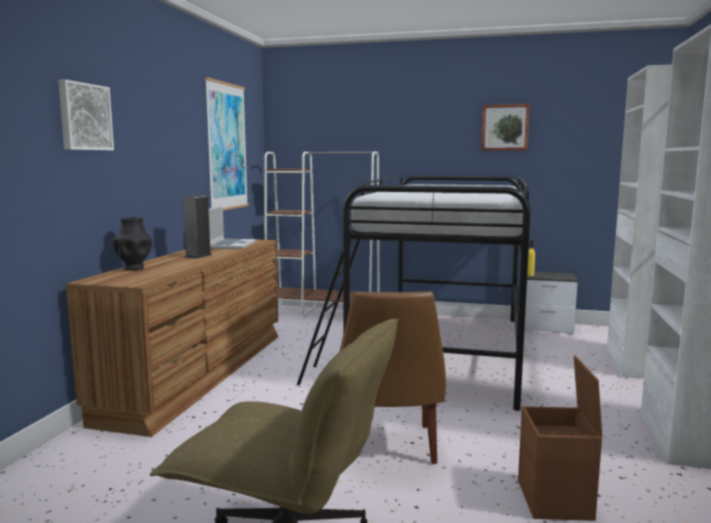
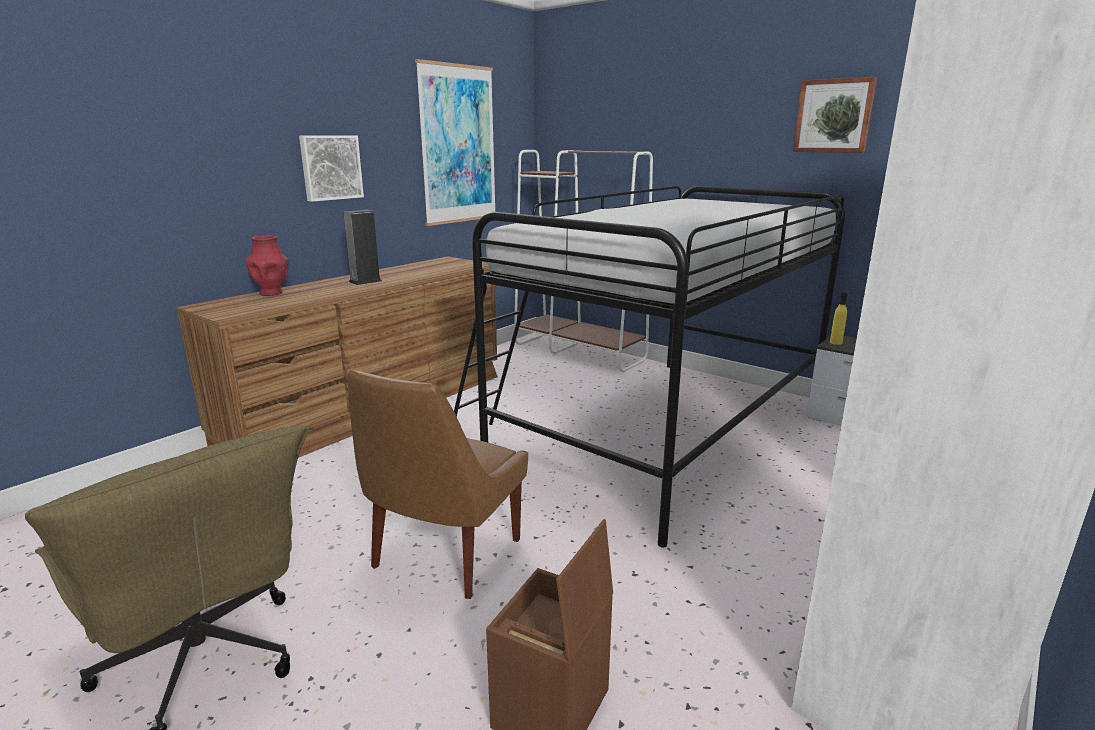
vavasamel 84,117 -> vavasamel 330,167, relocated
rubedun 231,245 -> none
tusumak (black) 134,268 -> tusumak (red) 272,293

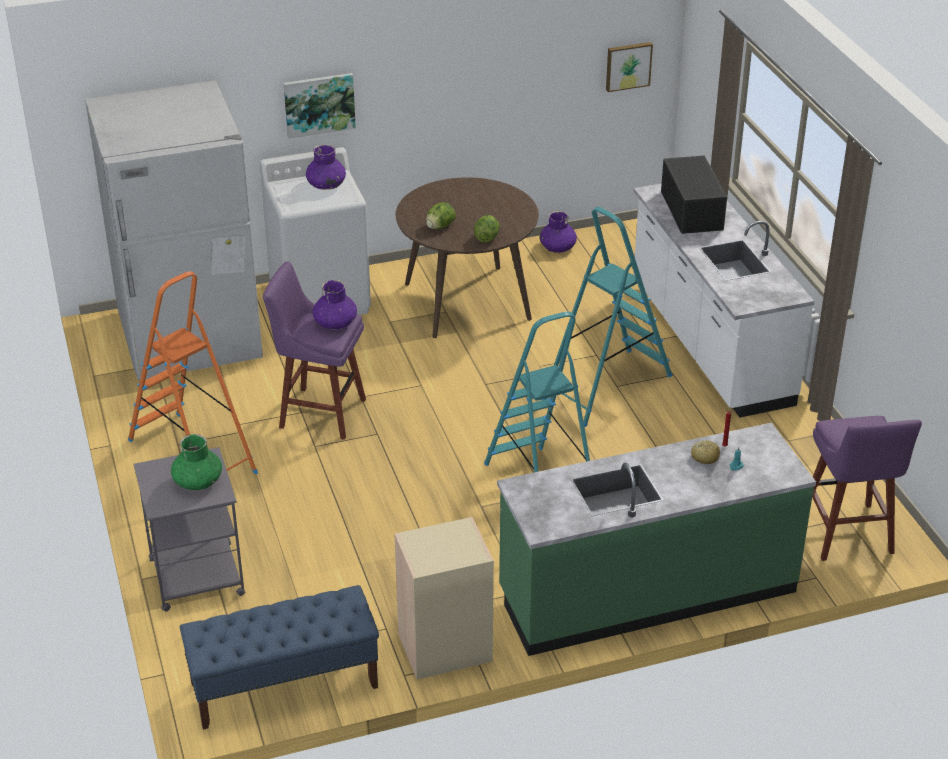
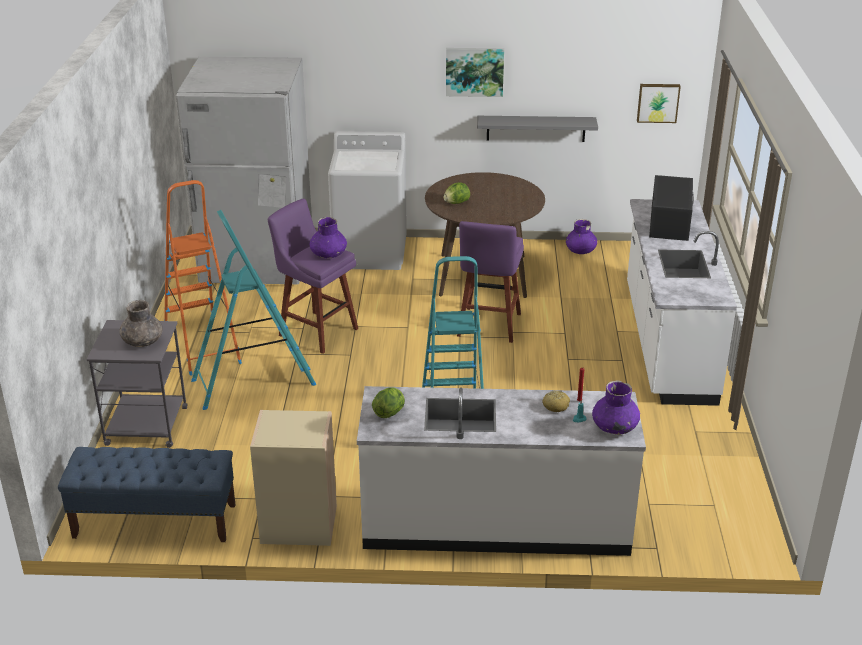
vavasamel 319,104 -> vavasamel 474,71, relocated
tusumak (purple) 326,185 -> tusumak (purple) 614,427, relocated
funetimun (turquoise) 608,387 -> funetimun (turquoise) 254,382, relocated
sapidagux 487,238 -> sapidagux 389,413, relocated
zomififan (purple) 846,534 -> zomififan (purple) 488,326, relocated
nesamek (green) 647,592 -> nesamek (white) 495,523
tusumak (green) 198,482 -> tusumak (grey) 142,341
none -> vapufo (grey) 536,128

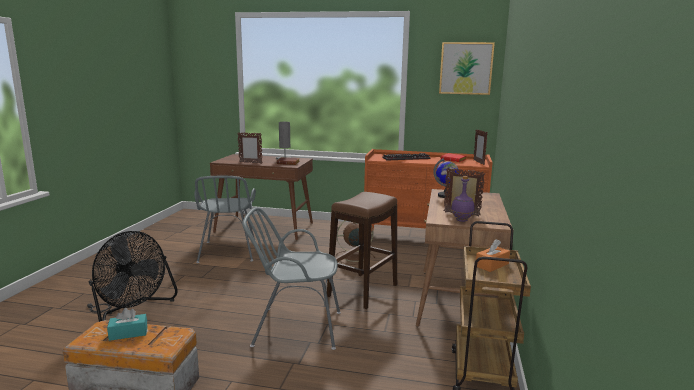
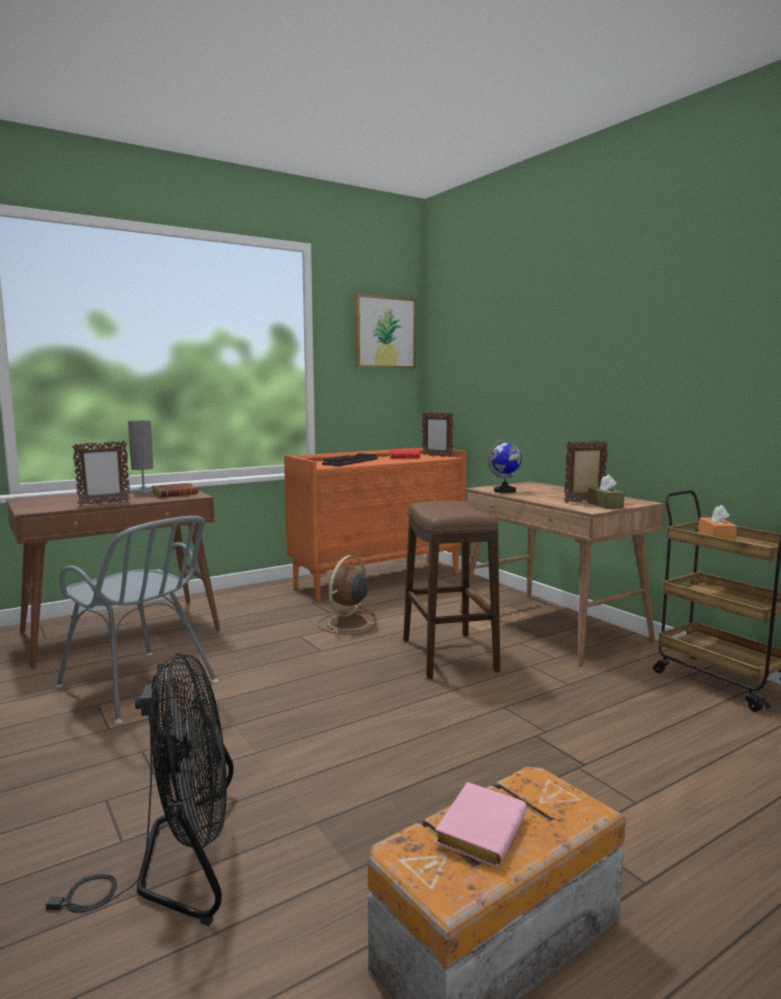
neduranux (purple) 461,220 -> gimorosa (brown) 605,505
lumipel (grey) 293,327 -> none
gimorosa (turquoise) 128,333 -> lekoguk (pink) 479,829

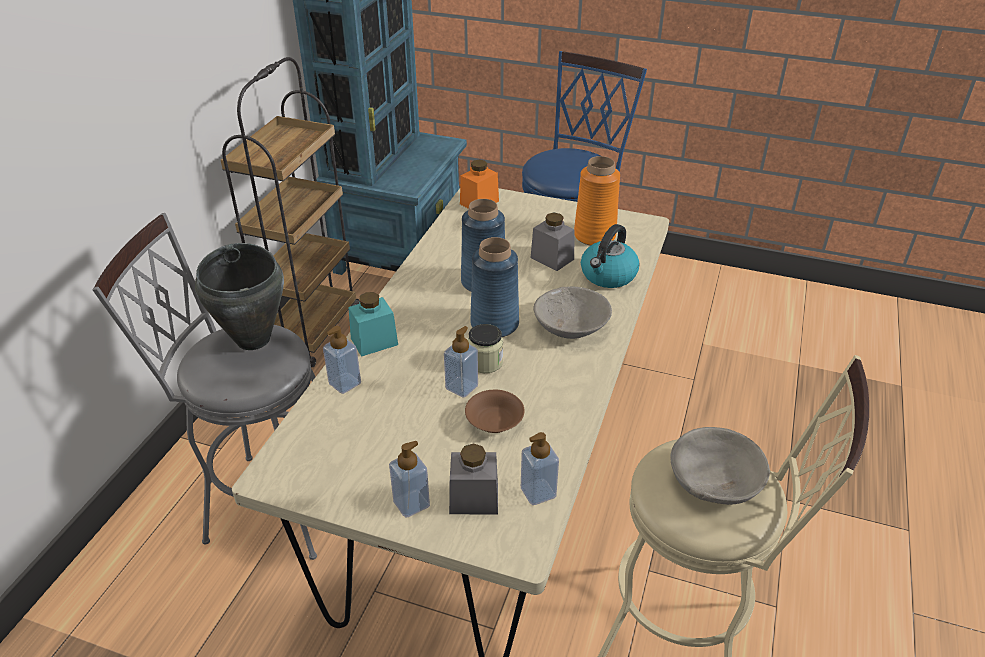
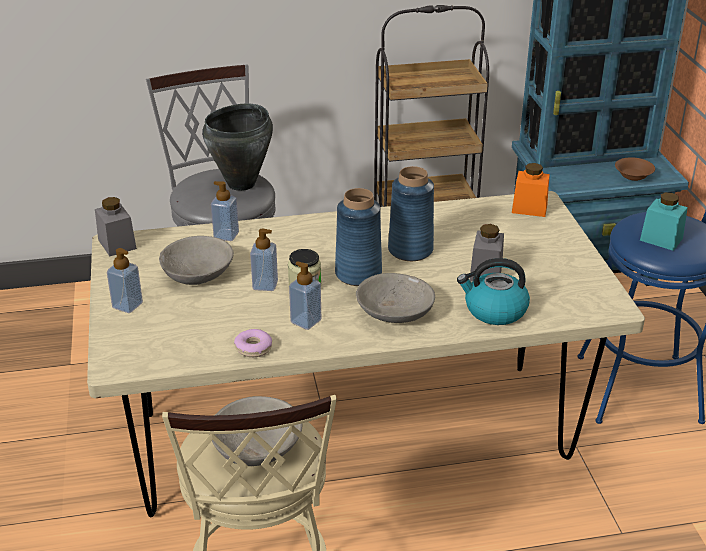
tusumak (orange) 594,235 -> none
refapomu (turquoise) 374,341 -> refapomu (turquoise) 661,239, relocated
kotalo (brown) 495,421 -> kotalo (brown) 633,176, relocated
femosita 538,492 -> femosita 306,321, relocated
refapomu (grey) 474,499 -> refapomu (grey) 117,244, relocated
none -> kotalo (grey) 198,273
none -> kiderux 253,348

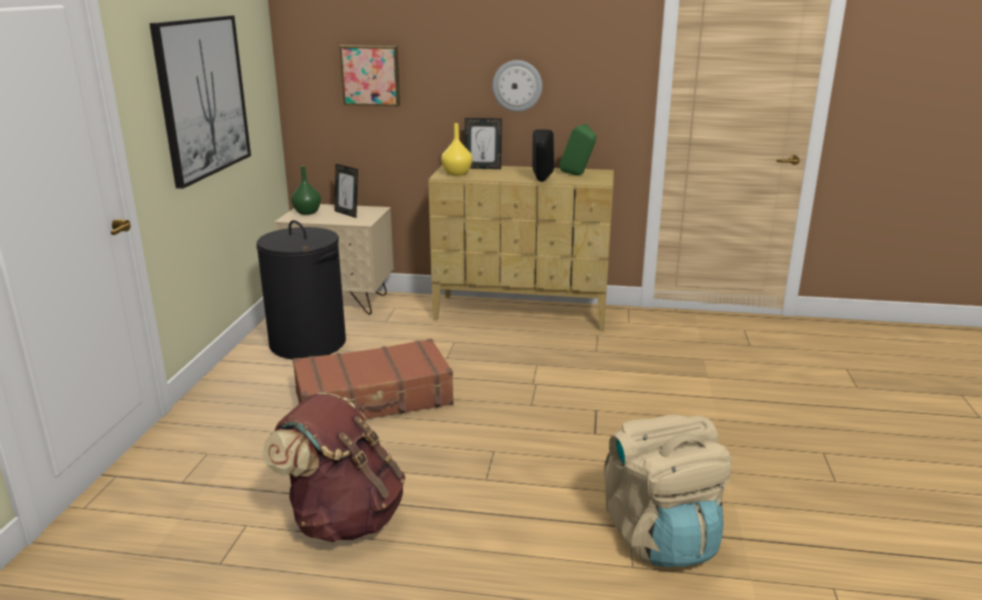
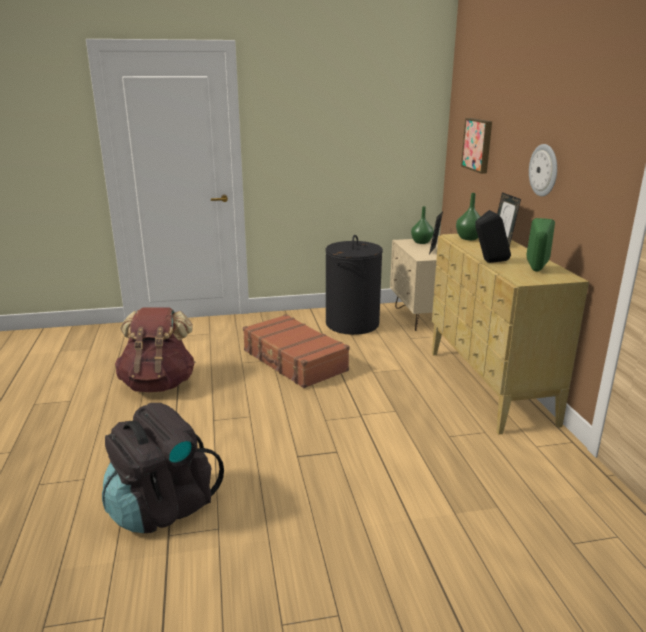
vavasamel 203,97 -> none
tusumak (yellow) 456,173 -> tusumak (green) 469,238
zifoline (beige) 660,536 -> zifoline (black) 163,507

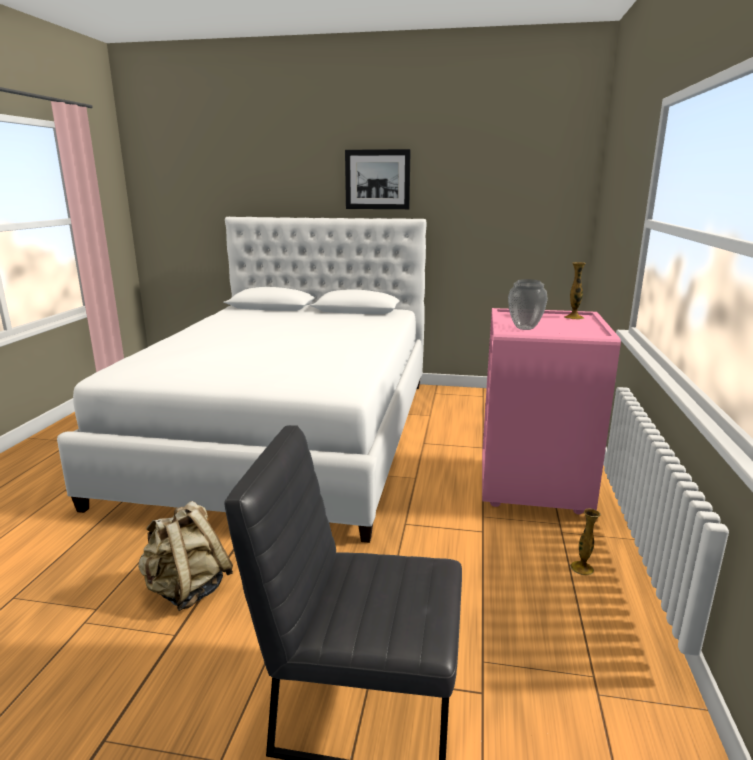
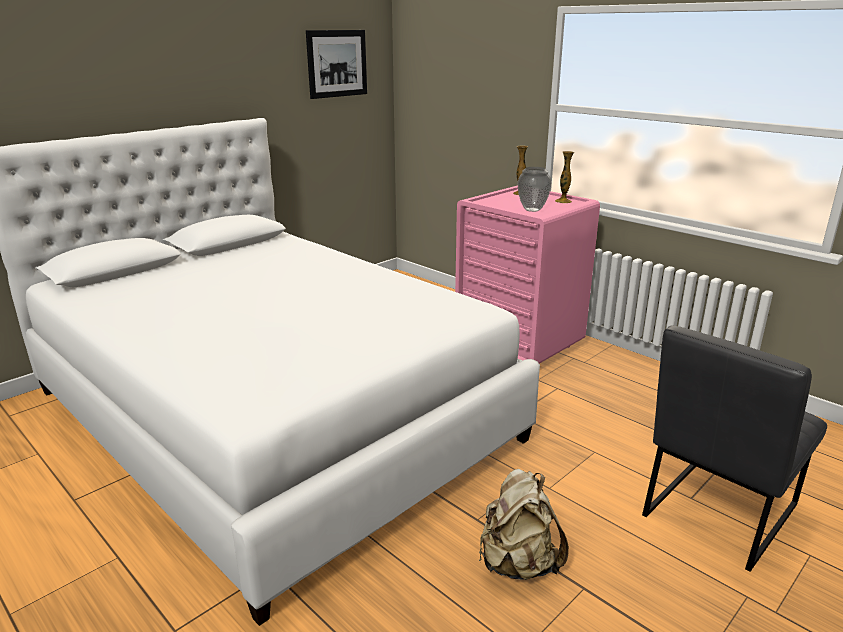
vavasamel 377,179 -> vavasamel 337,63, relocated
tusumak 582,568 -> tusumak 563,201, relocated

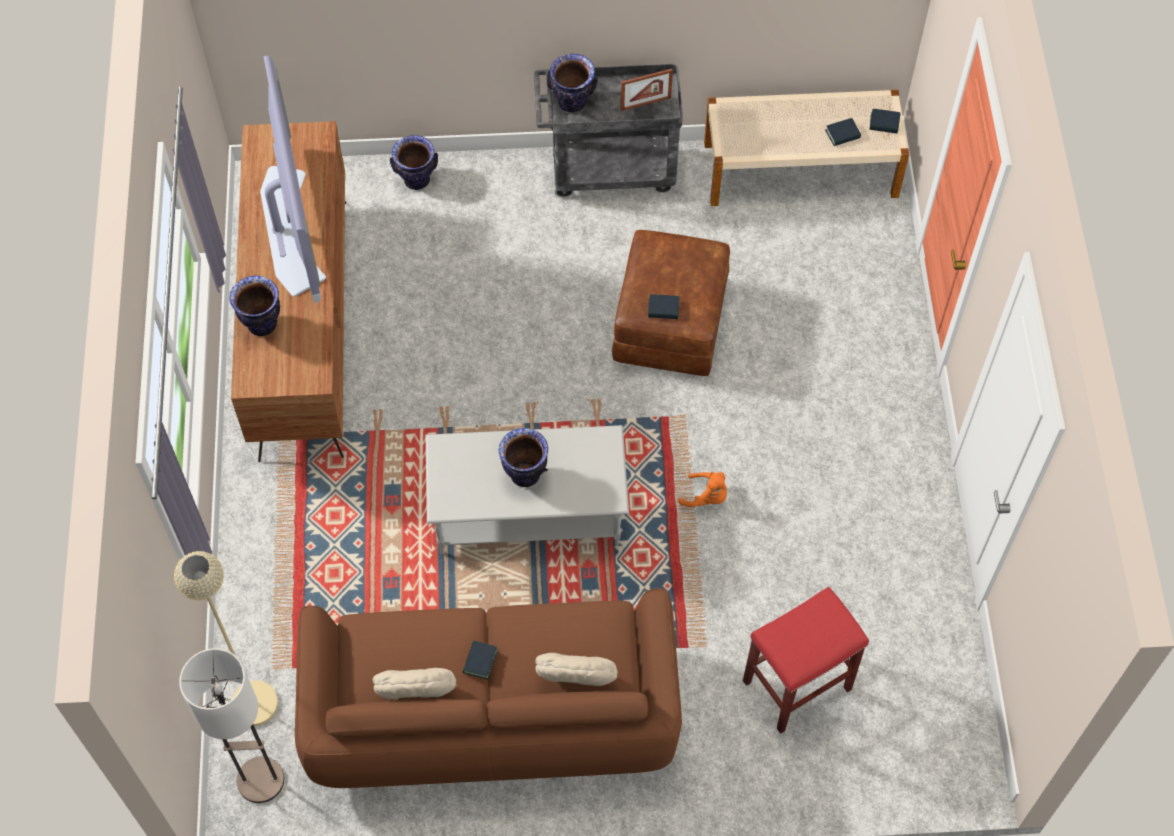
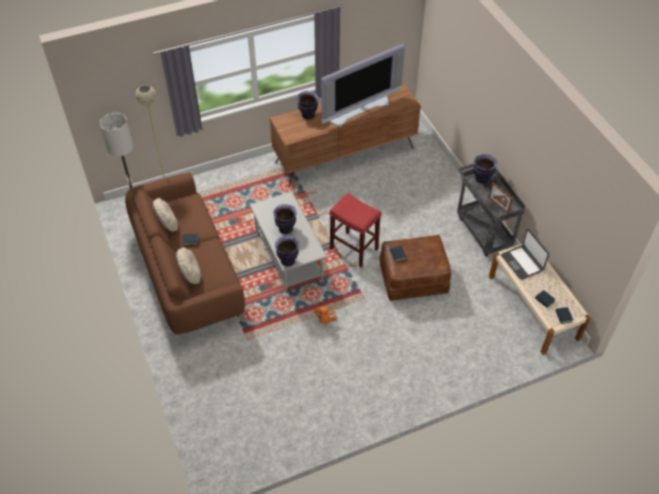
tusumak 417,180 -> tusumak 288,261, relocated
zomififan (red) 797,684 -> zomififan (red) 354,249, relocated
none -> rubedun 522,263

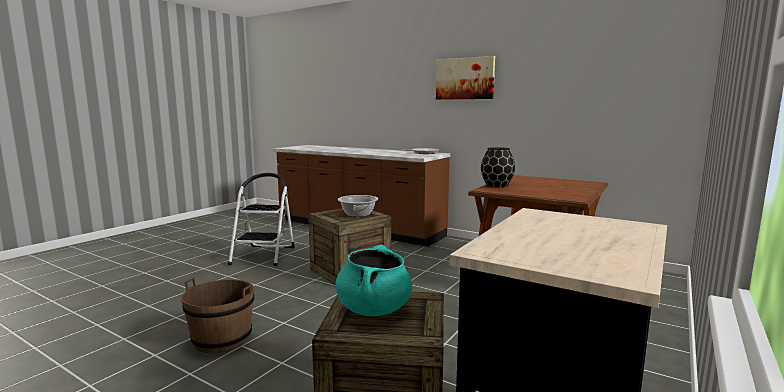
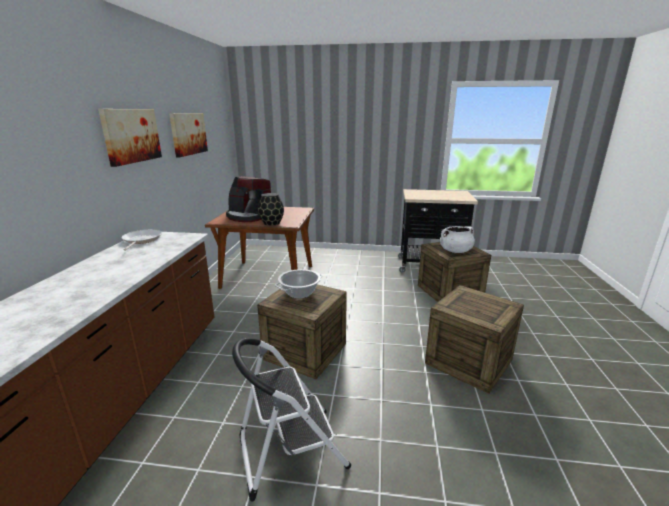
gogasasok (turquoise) 374,309 -> gogasasok (white) 455,251
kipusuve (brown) 222,339 -> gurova 468,361
none -> vavasamel 188,134
none -> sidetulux 248,216

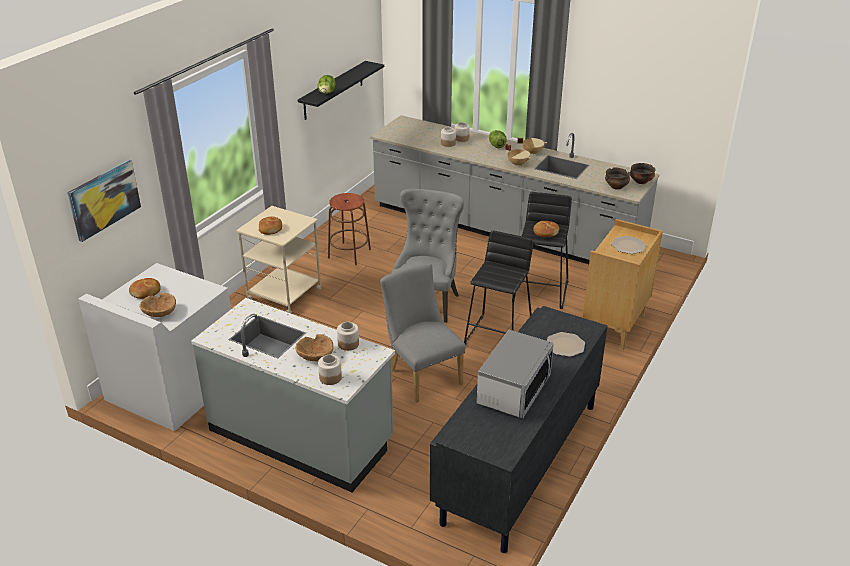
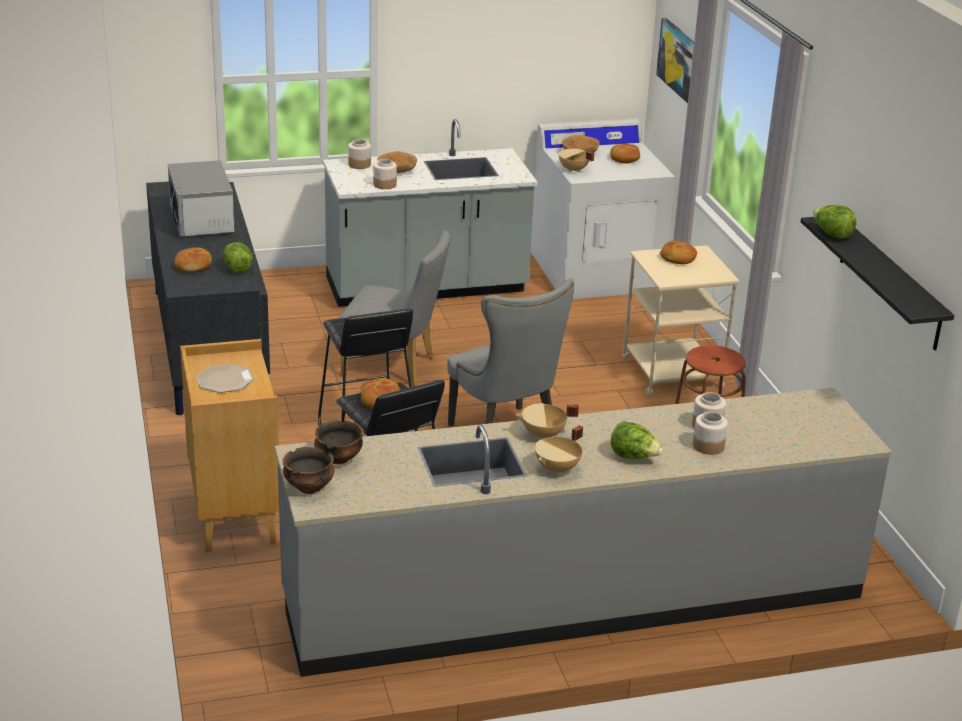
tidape 565,345 -> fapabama 193,266
none -> gogasasok (beige) 573,170
none -> sapidagux 237,268

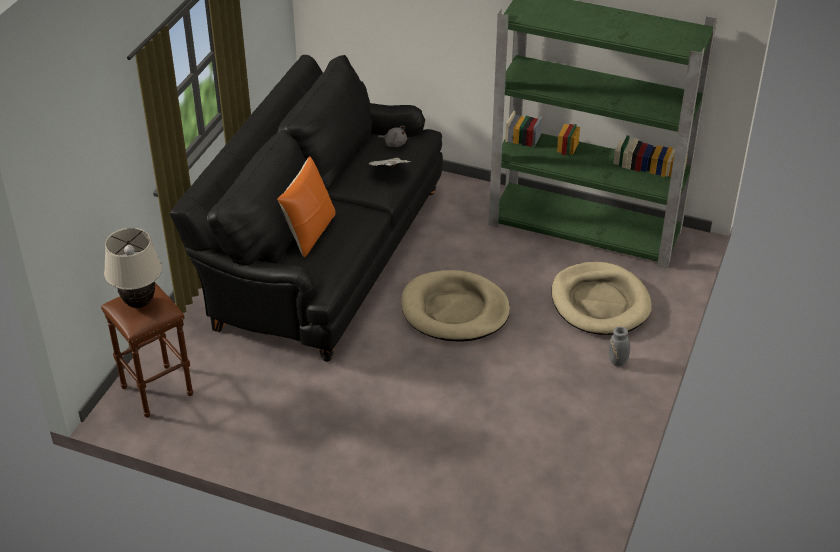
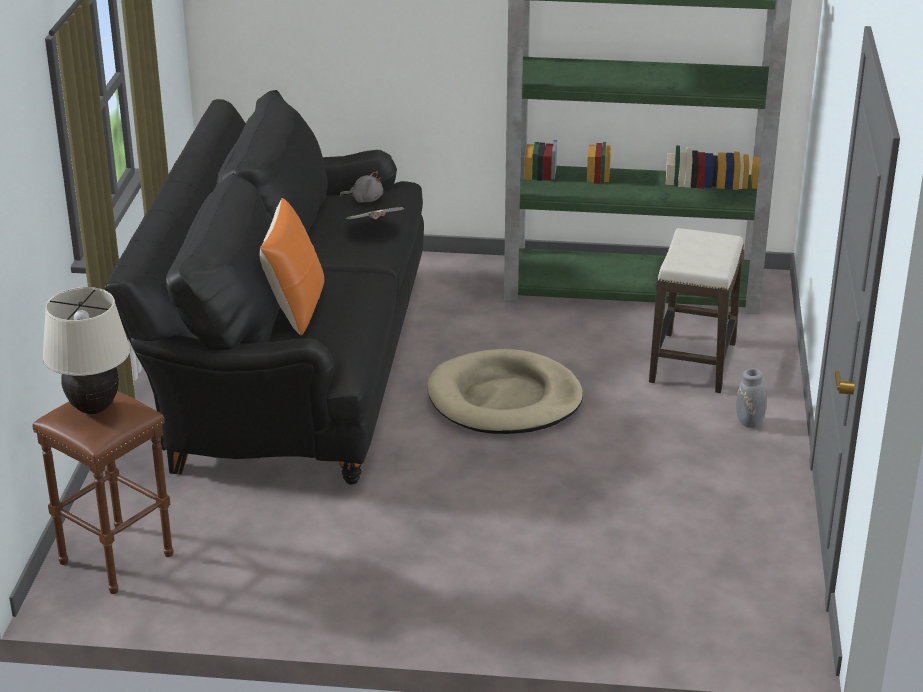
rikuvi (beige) 600,302 -> zomififan 692,362

